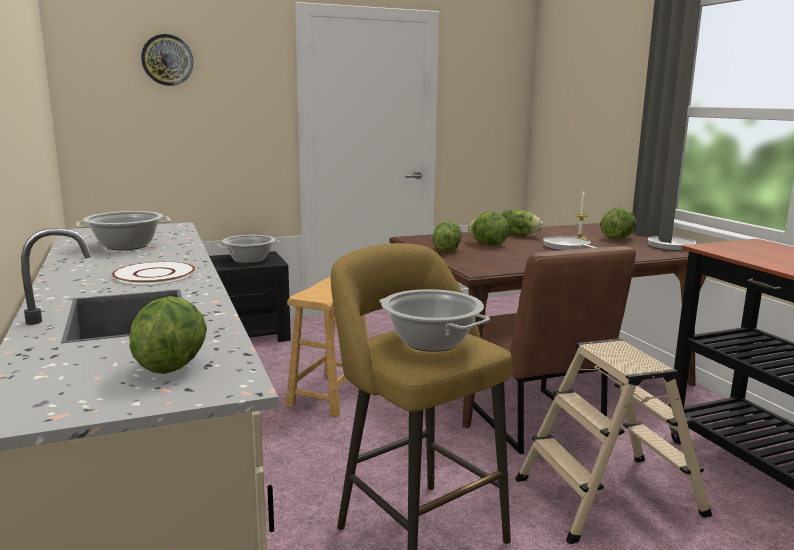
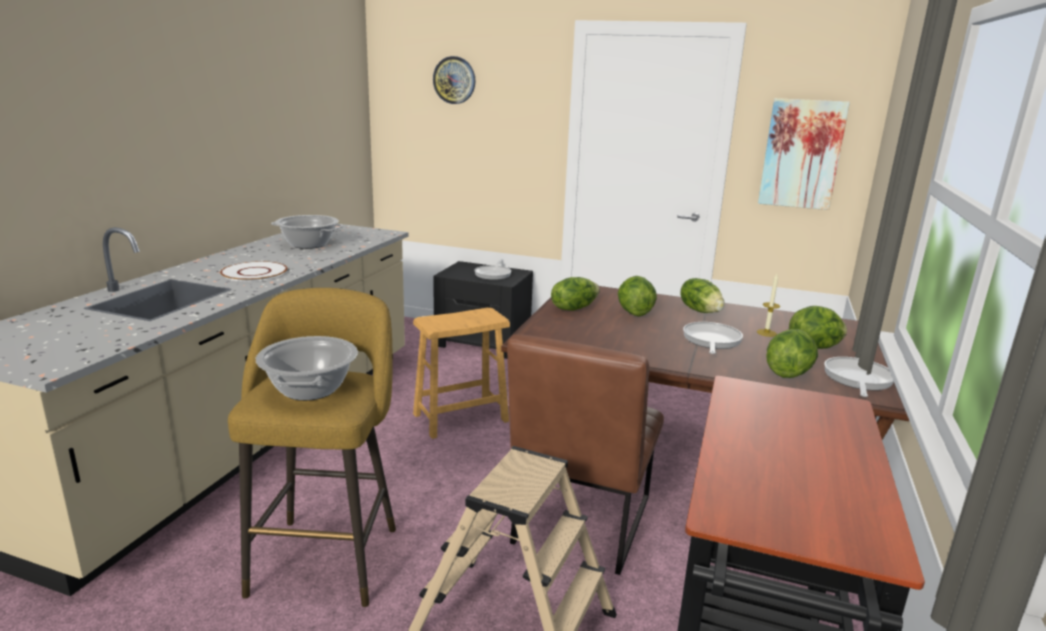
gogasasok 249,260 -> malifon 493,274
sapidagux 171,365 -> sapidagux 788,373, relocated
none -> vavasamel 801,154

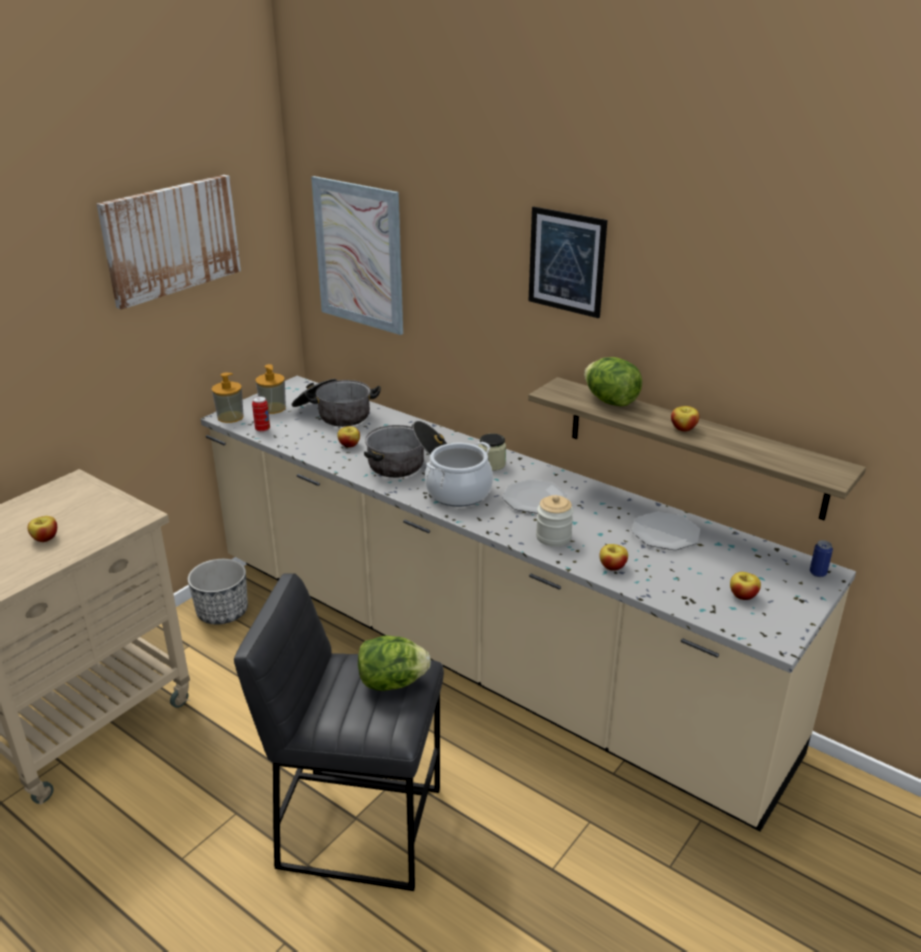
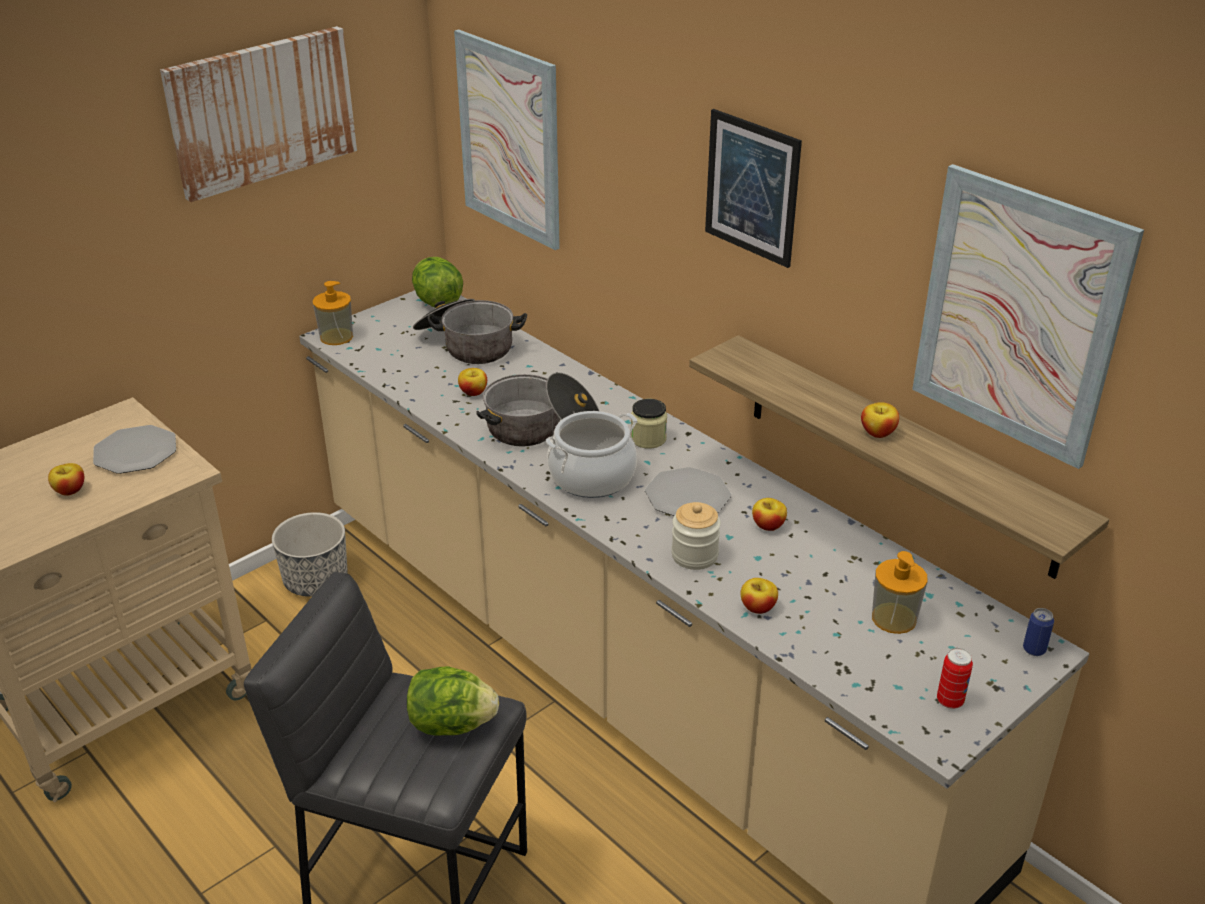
sapidagux 610,401 -> sapidagux 437,302, relocated
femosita 273,408 -> femosita 894,618, relocated
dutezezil 262,429 -> dutezezil 950,701, relocated
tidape 665,533 -> tidape 136,452, relocated
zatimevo 743,595 -> zatimevo 768,525, relocated
none -> vavasamel 1018,316

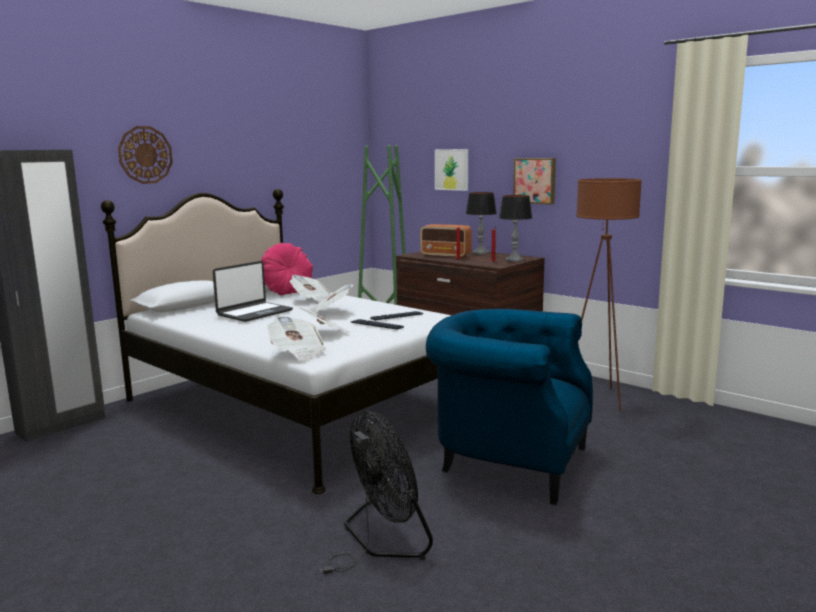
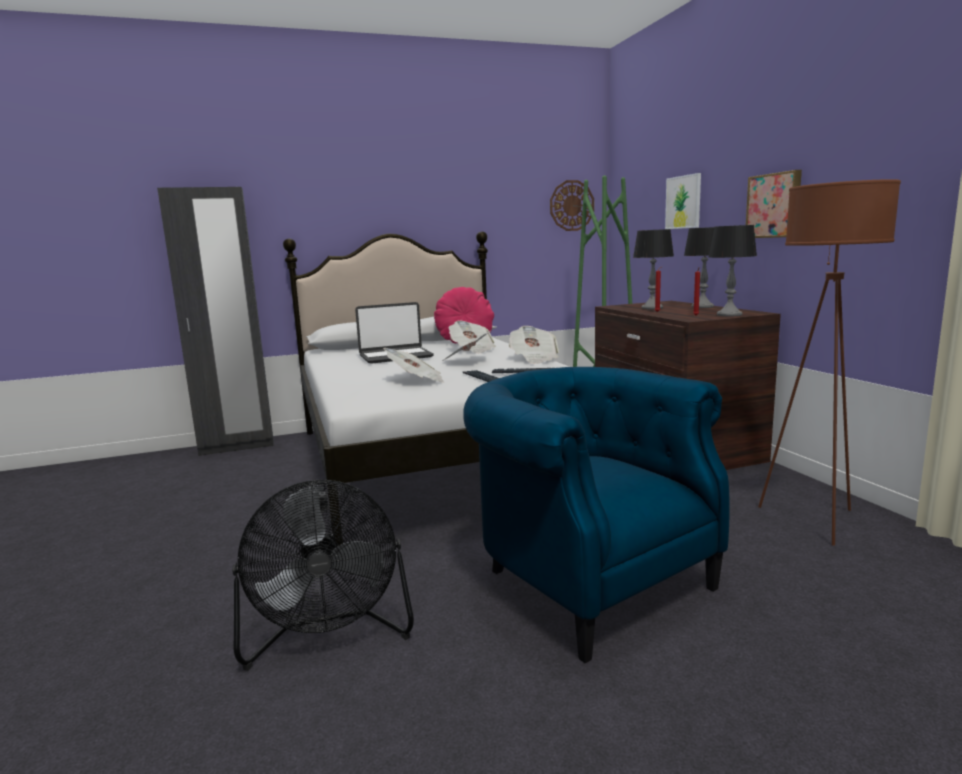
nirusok 145,155 -> nirusok 571,205, relocated
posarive 446,255 -> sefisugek 652,308
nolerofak 297,353 -> nolerofak 534,359, relocated
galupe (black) 374,538 -> galupe (black) 322,635, 75 degrees clockwise

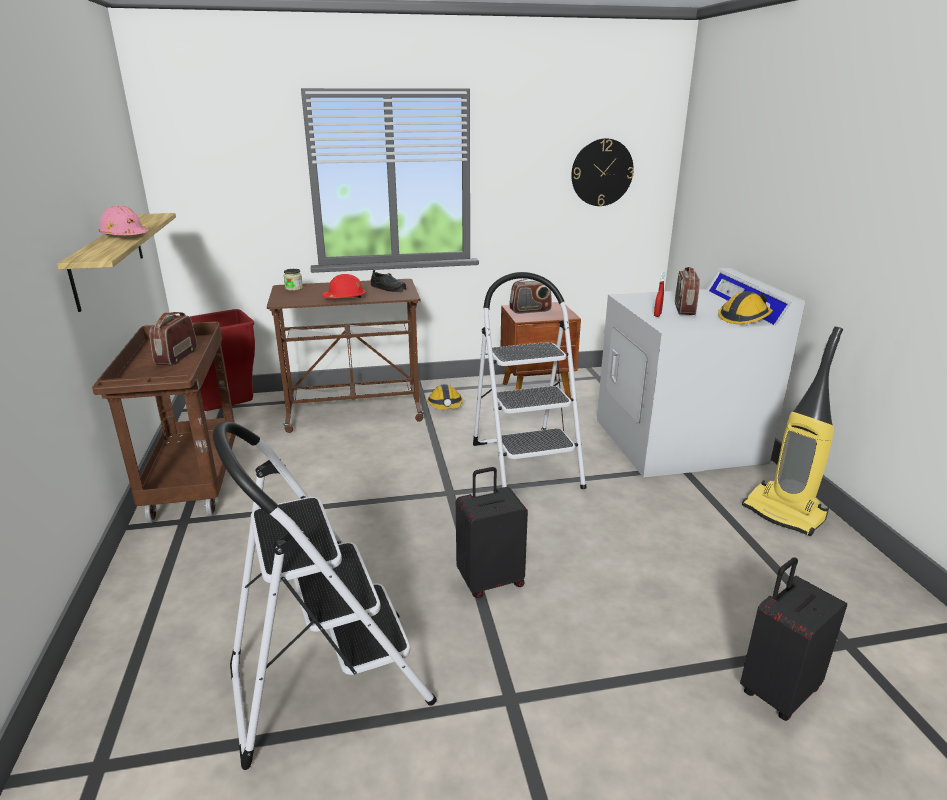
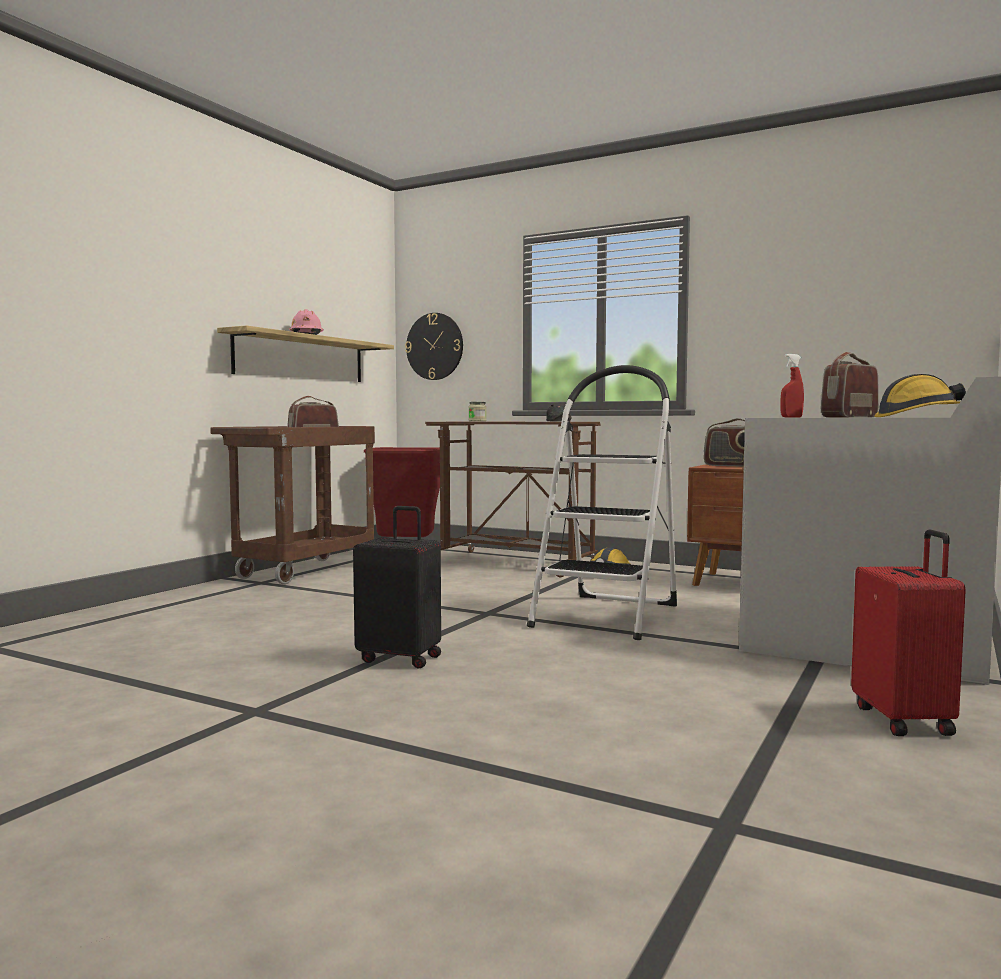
nirusok 602,172 -> nirusok 434,346, relocated
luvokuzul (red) 345,298 -> none
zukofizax 784,513 -> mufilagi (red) 905,720
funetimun 323,684 -> none
mufilagi (black) 777,690 -> none

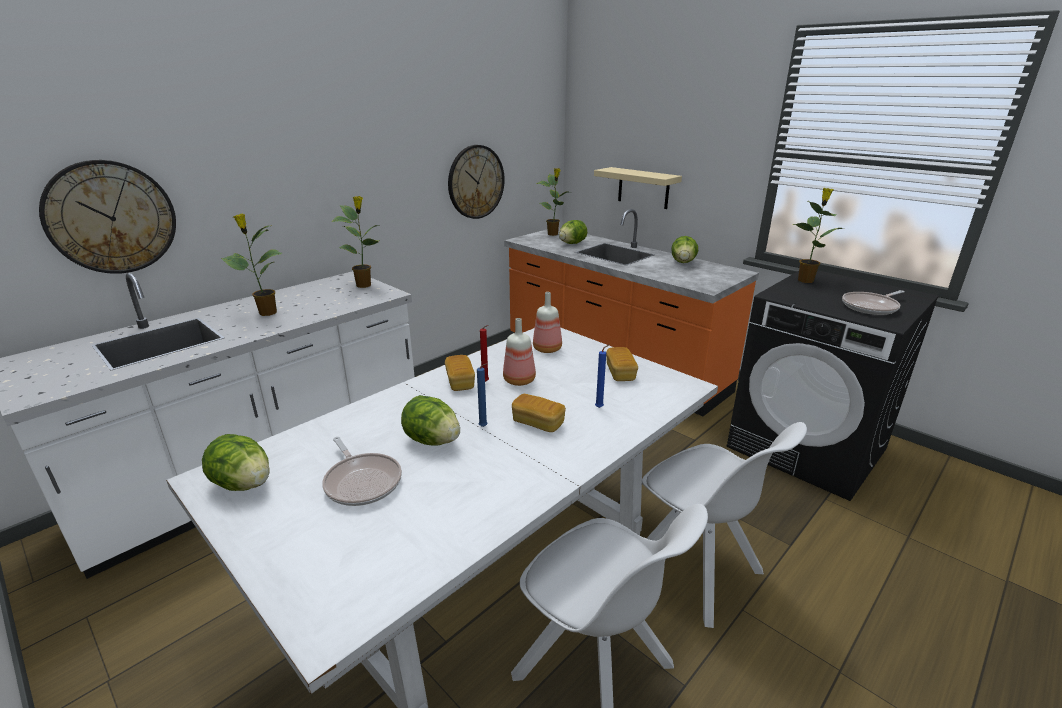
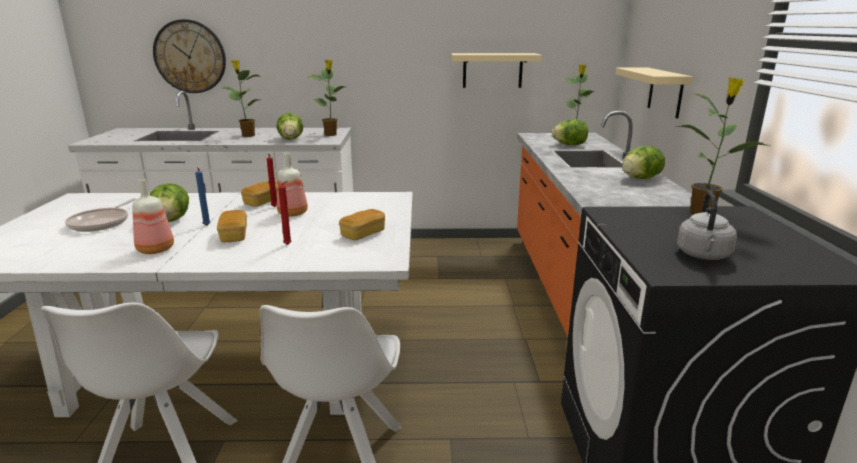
nirusok 476,182 -> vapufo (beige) 492,70
malifon 871,307 -> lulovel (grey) 703,255
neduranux 548,349 -> neduranux 157,250, relocated
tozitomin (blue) 600,407 -> tozitomin (red) 289,245
sapidagux 243,484 -> sapidagux 291,139, relocated

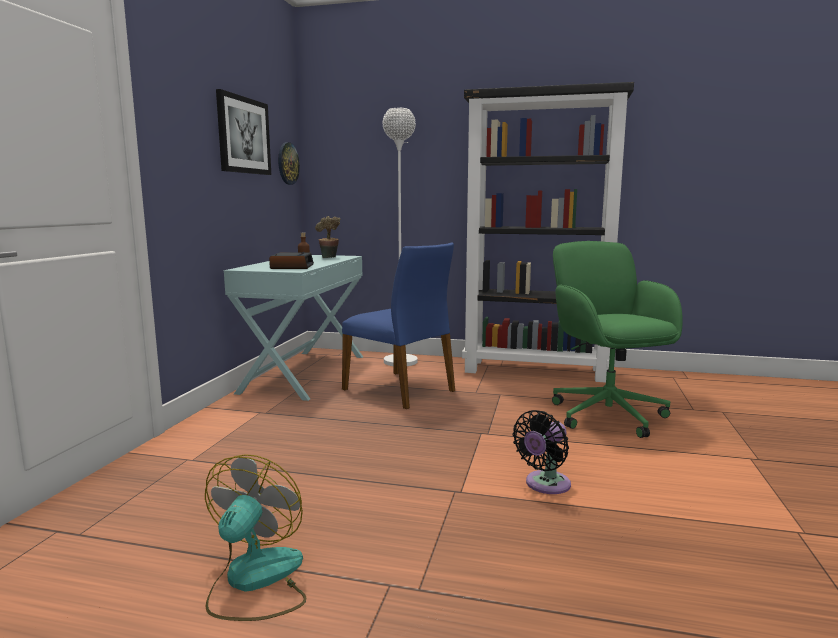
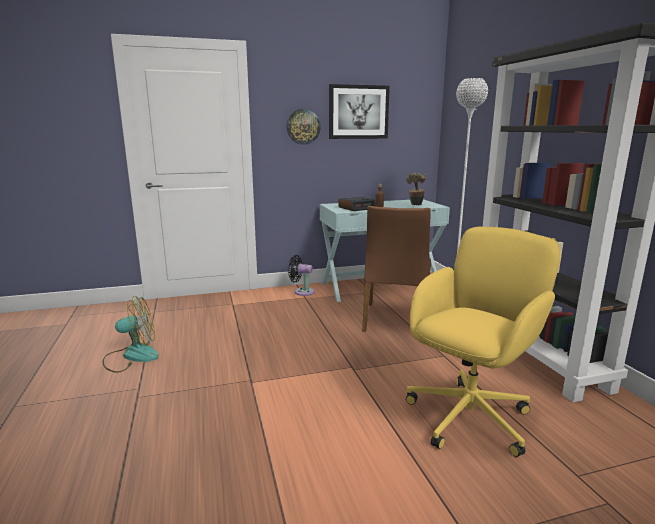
nirusok 287,163 -> nirusok 303,126, relocated
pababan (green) 607,415 -> pababan (yellow) 469,417
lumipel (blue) 400,390 -> lumipel (brown) 395,319
galupe (black) 545,485 -> galupe (black) 302,292, relocated

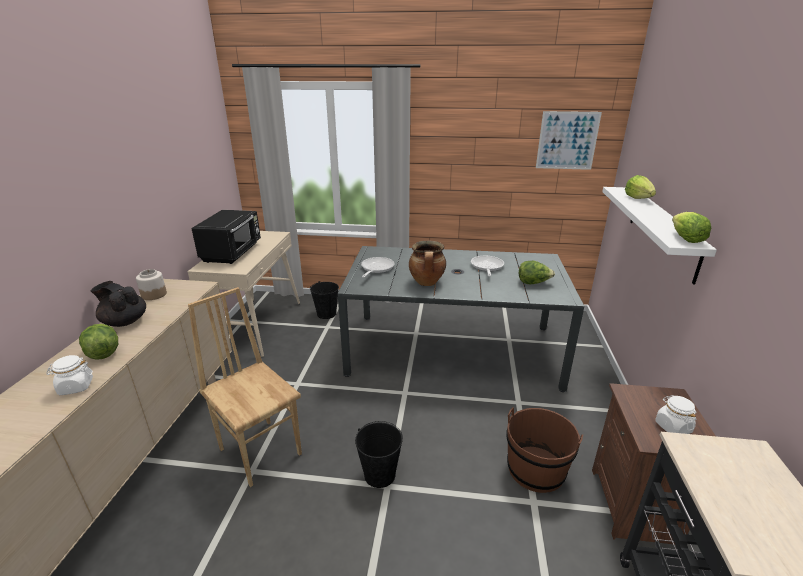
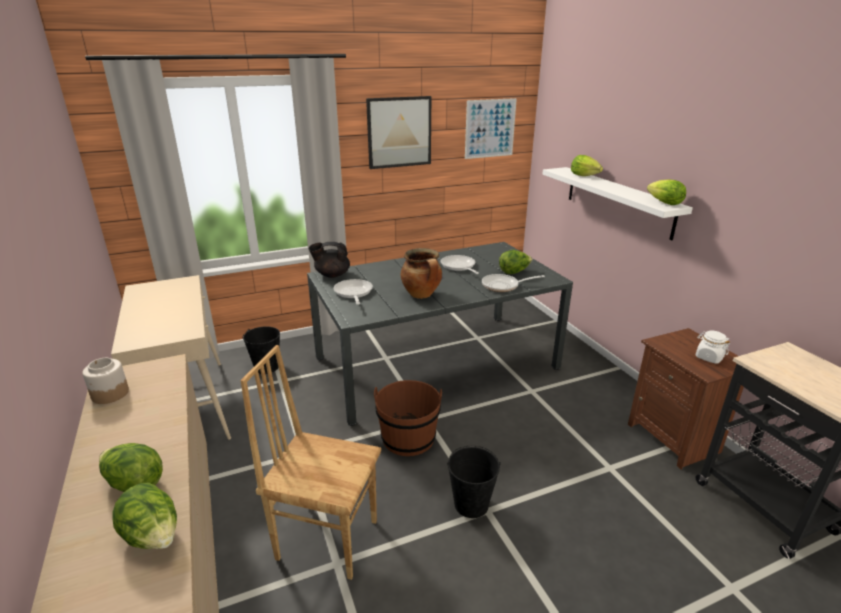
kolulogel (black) 233,252 -> none
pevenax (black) 124,321 -> pevenax (black) 332,275, relocated
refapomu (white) 75,387 -> sapidagux 154,536
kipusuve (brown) 535,469 -> kipusuve (brown) 408,438, relocated
none -> vavasamel 399,132
none -> malifon 503,286

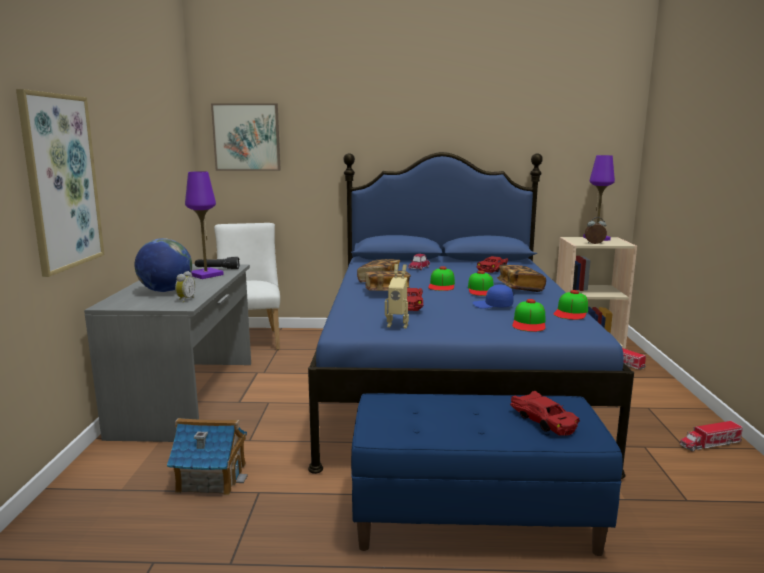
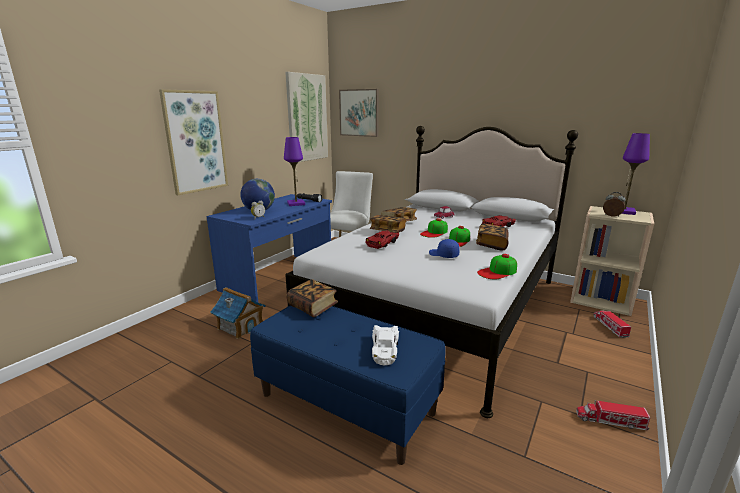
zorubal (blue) 448,383 -> zorubal (white) 439,307
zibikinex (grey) 189,396 -> zibikinex (blue) 279,277
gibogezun 398,324 -> none
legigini 529,322 -> none
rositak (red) 543,421 -> rositak (white) 384,350
none -> vavasamel 307,118
none -> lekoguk 312,307

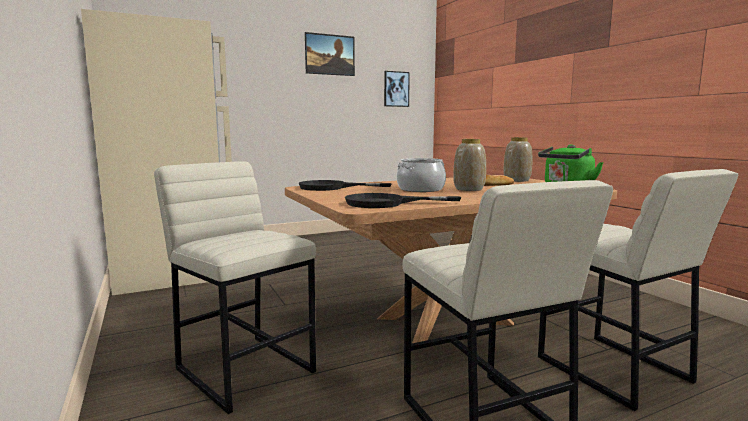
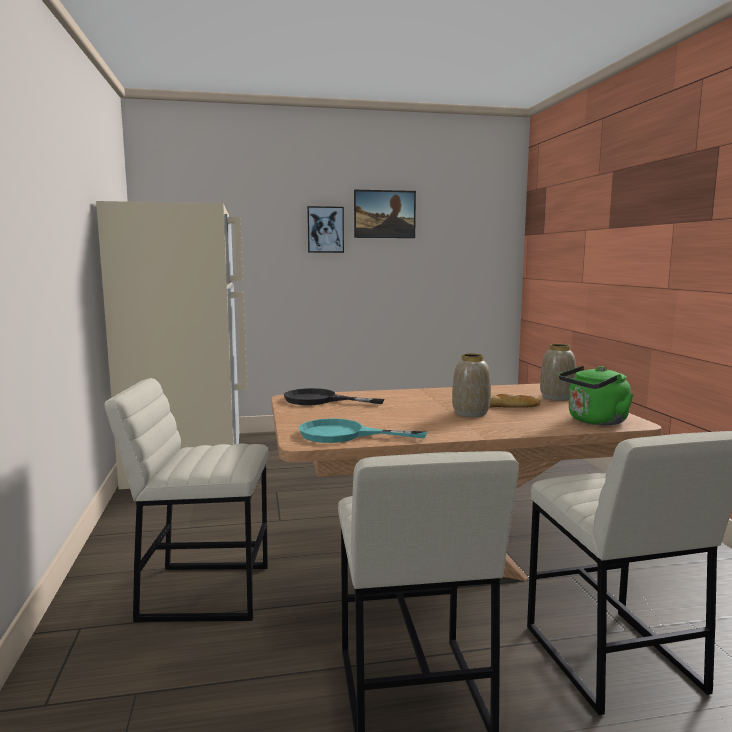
vavasamel 396,89 -> vavasamel 325,229, relocated
gogasasok 420,189 -> none
lumipel (beige) 243,369 -> lumipel (beige) 202,592, 60 degrees counterclockwise
malifon (black) 386,203 -> malifon (turquoise) 344,434

